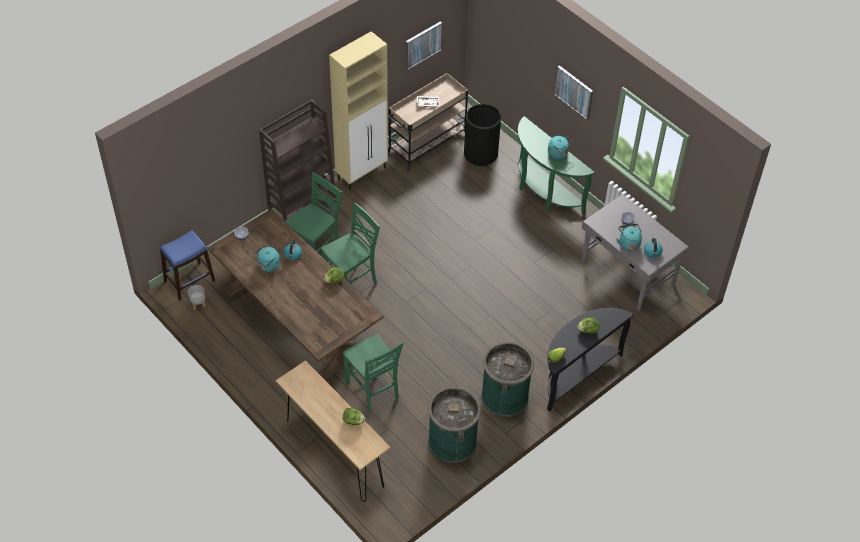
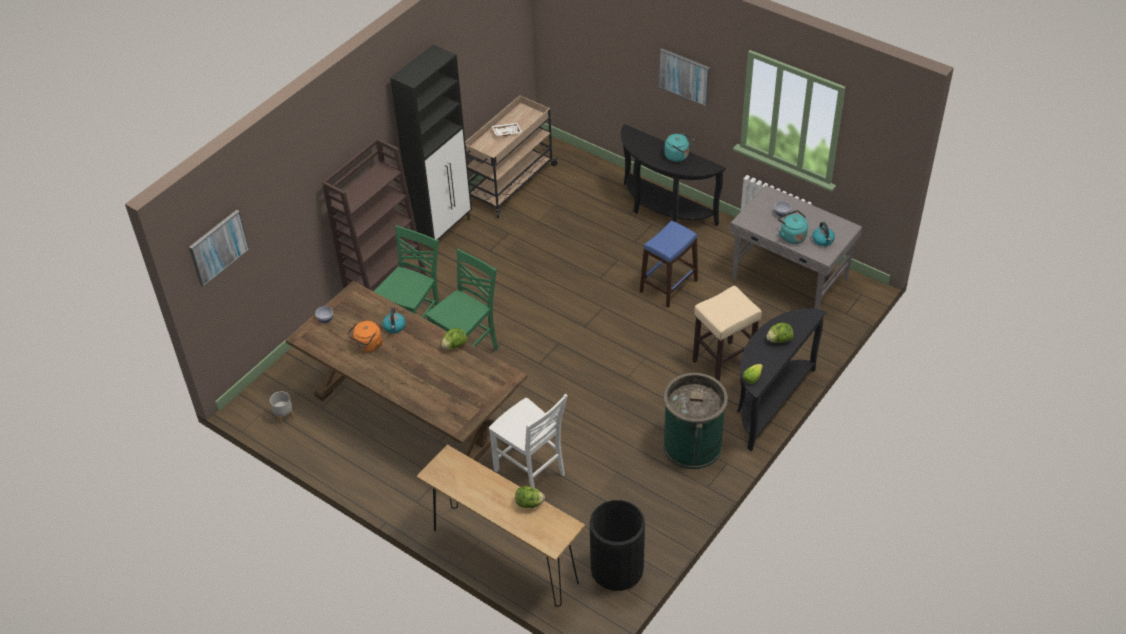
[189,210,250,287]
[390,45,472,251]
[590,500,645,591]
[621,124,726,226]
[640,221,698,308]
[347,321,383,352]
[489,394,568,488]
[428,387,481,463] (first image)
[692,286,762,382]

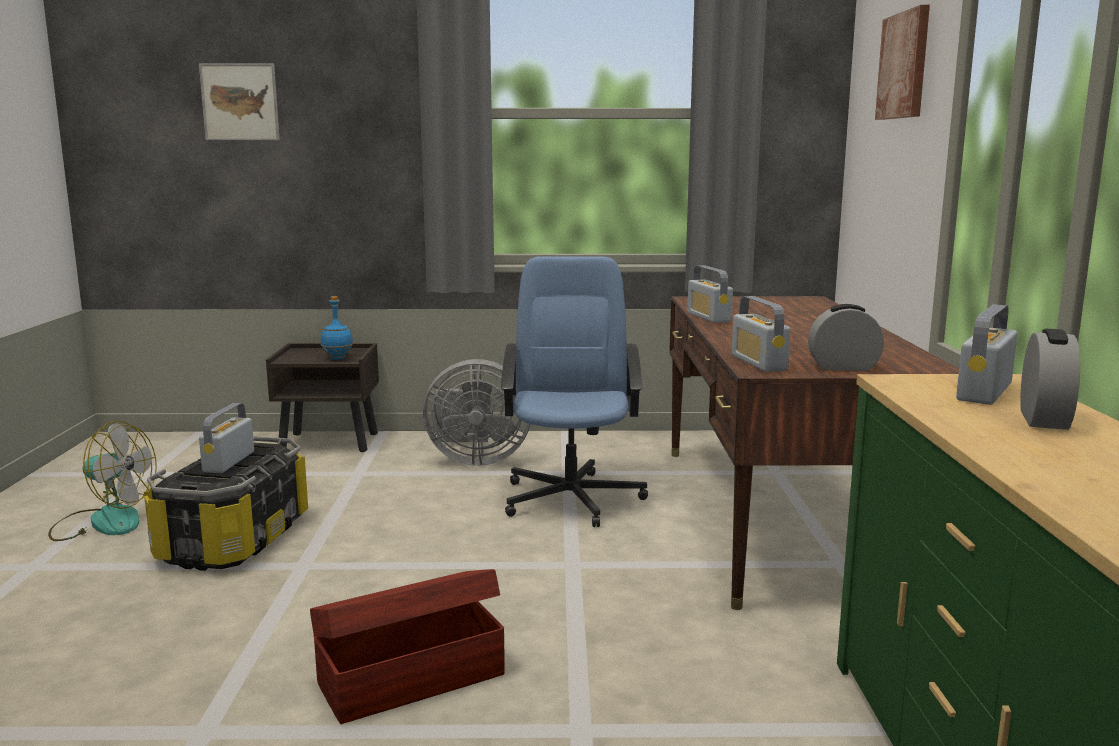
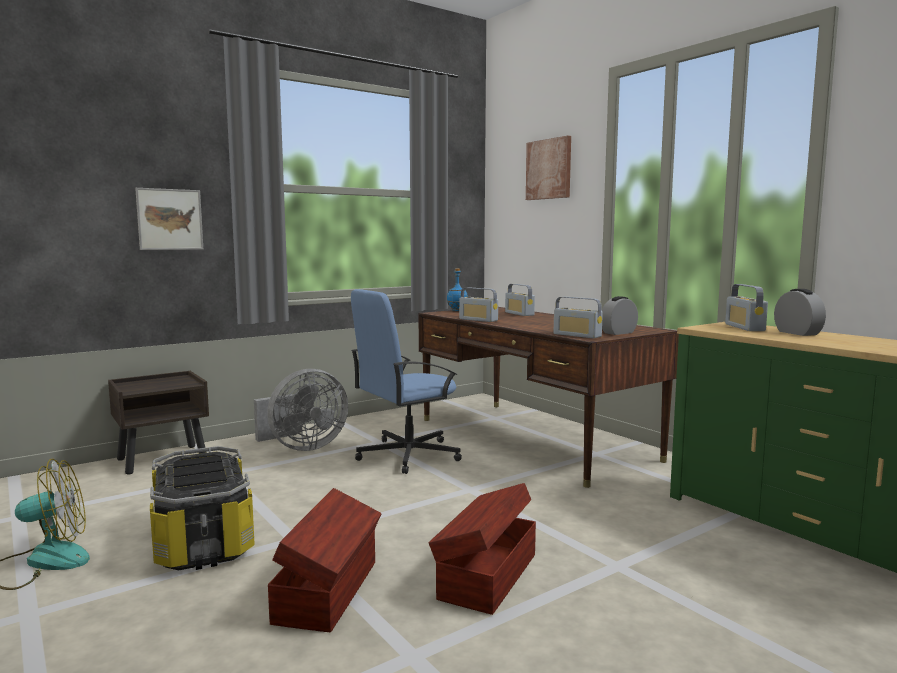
[135,188,203,250]
[351,289,462,474]
[447,268,468,311]
[505,284,535,316]
[268,488,382,632]

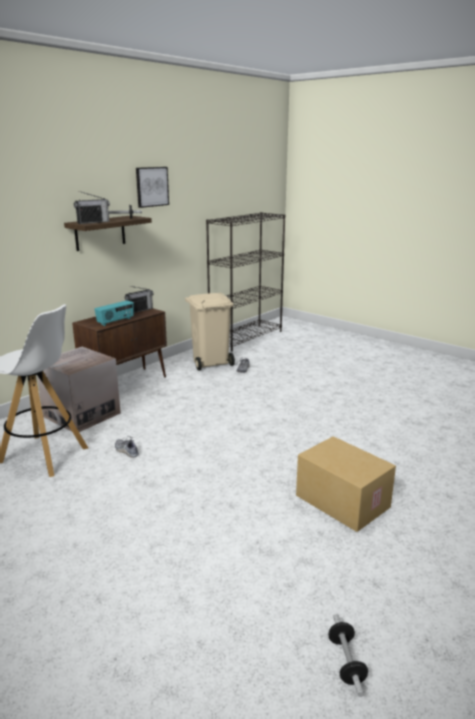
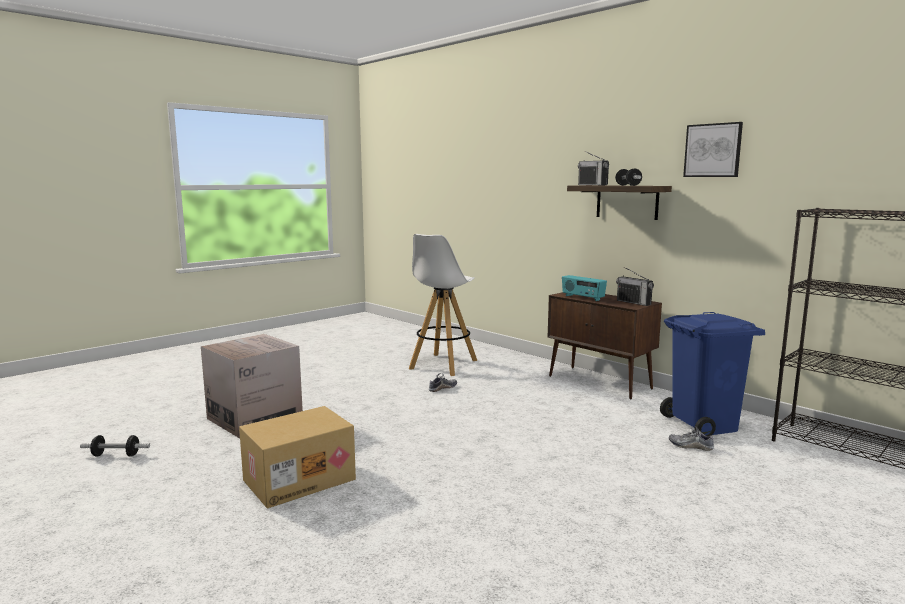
[660,312,765,436]
[201,334,303,439]

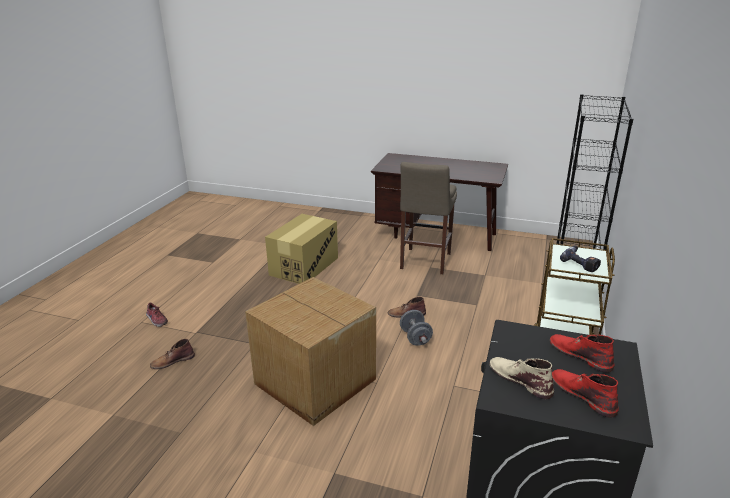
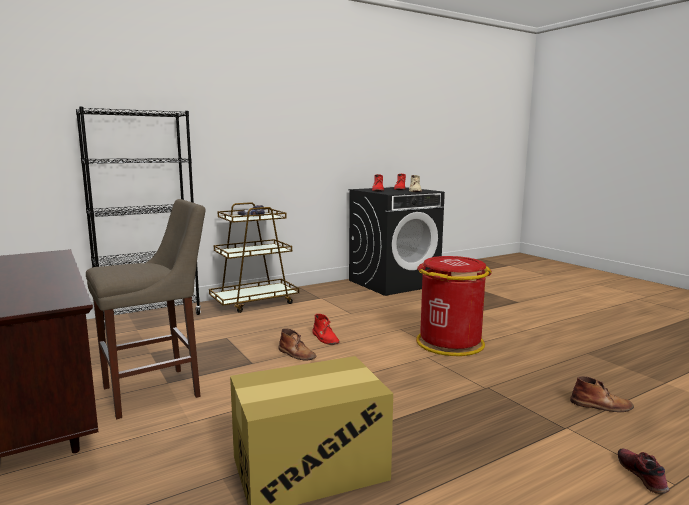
[416,256,492,356]
[312,314,340,345]

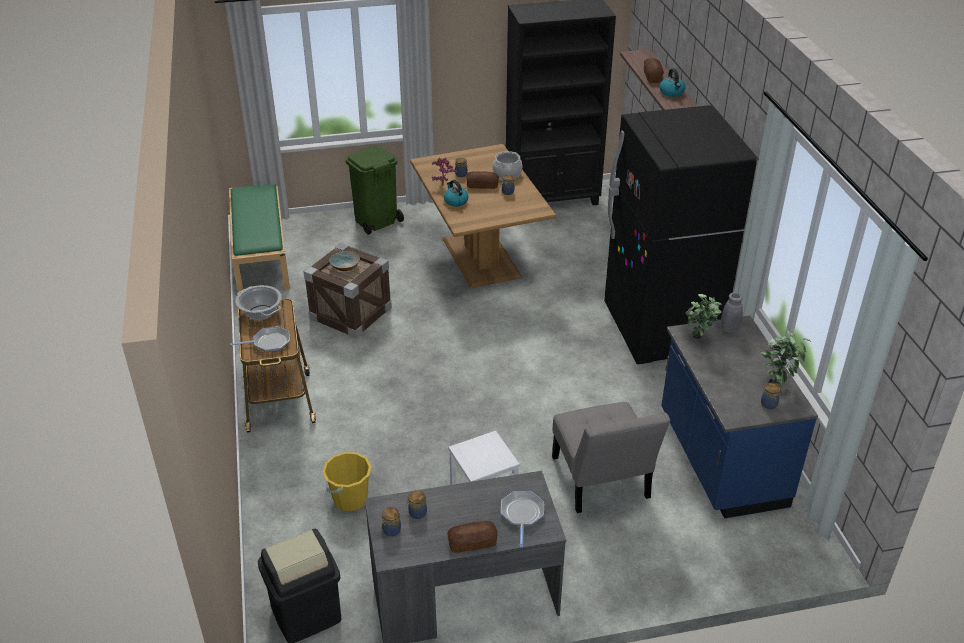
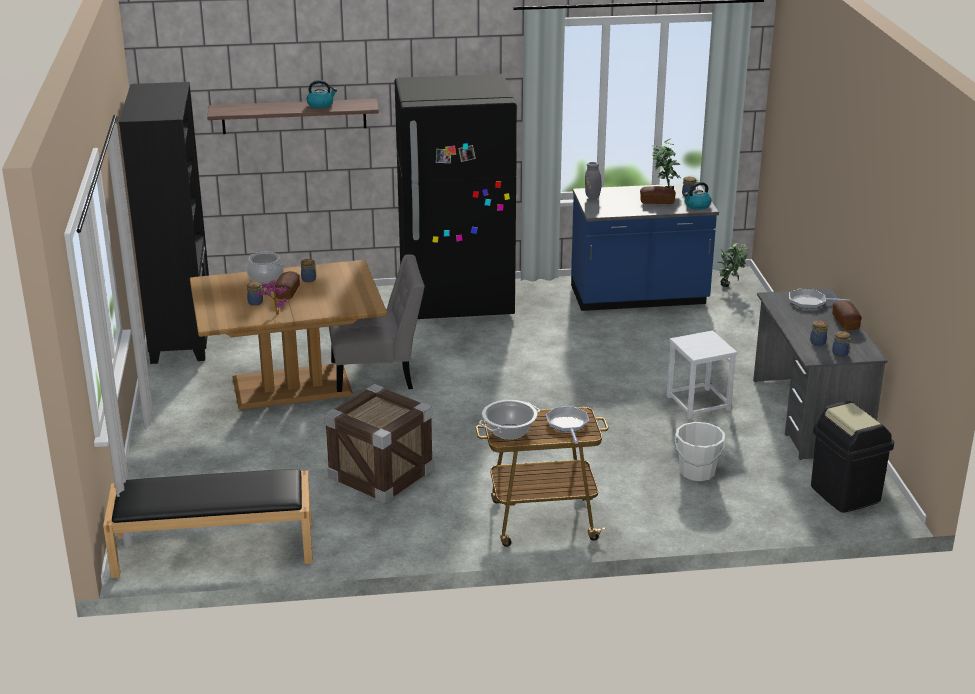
[640,186,676,204]
[346,146,404,235] (first image)
[684,182,711,210]
[103,469,313,578]
[329,251,360,271] (first image)
[717,243,750,287]
[329,254,425,392]
[674,422,726,481]

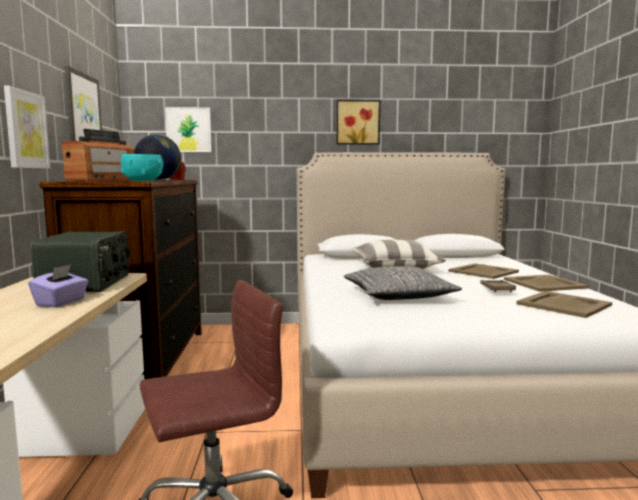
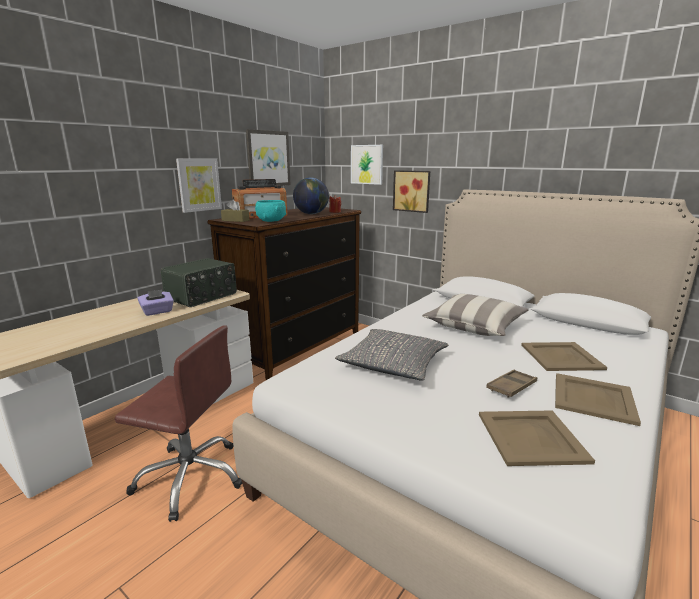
[393,170,430,213]
[221,200,249,222]

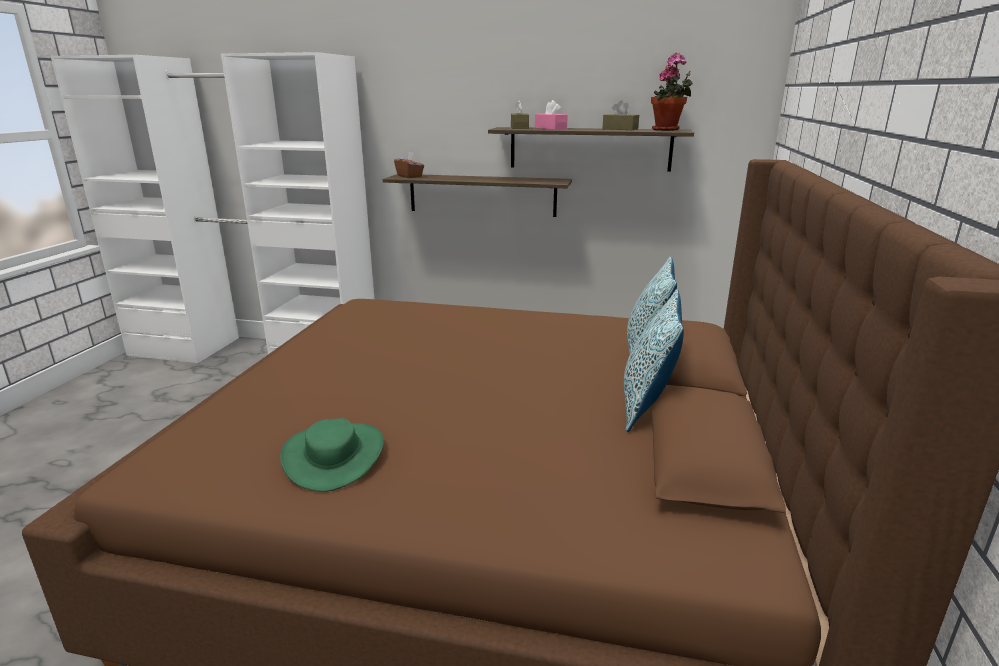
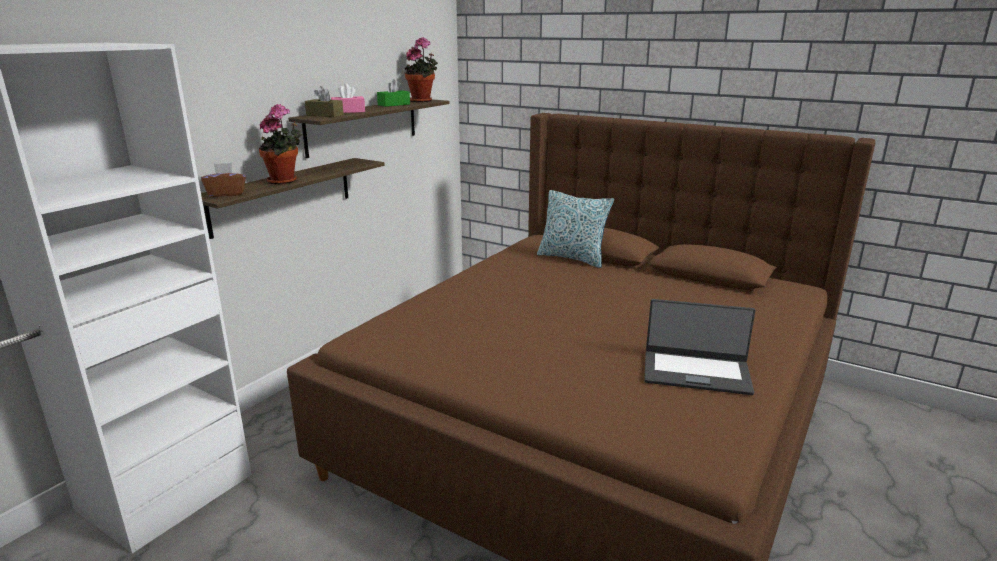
[377,79,410,107]
[624,289,684,432] (first image)
[644,299,755,395]
[259,104,302,184]

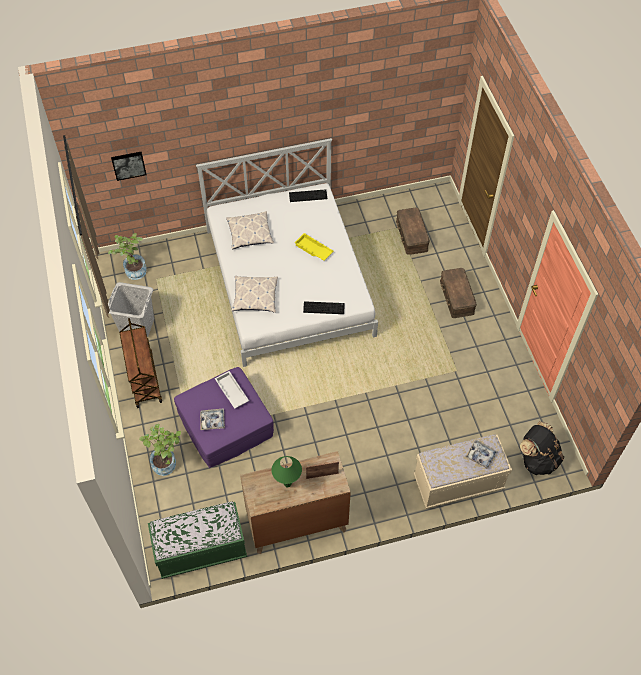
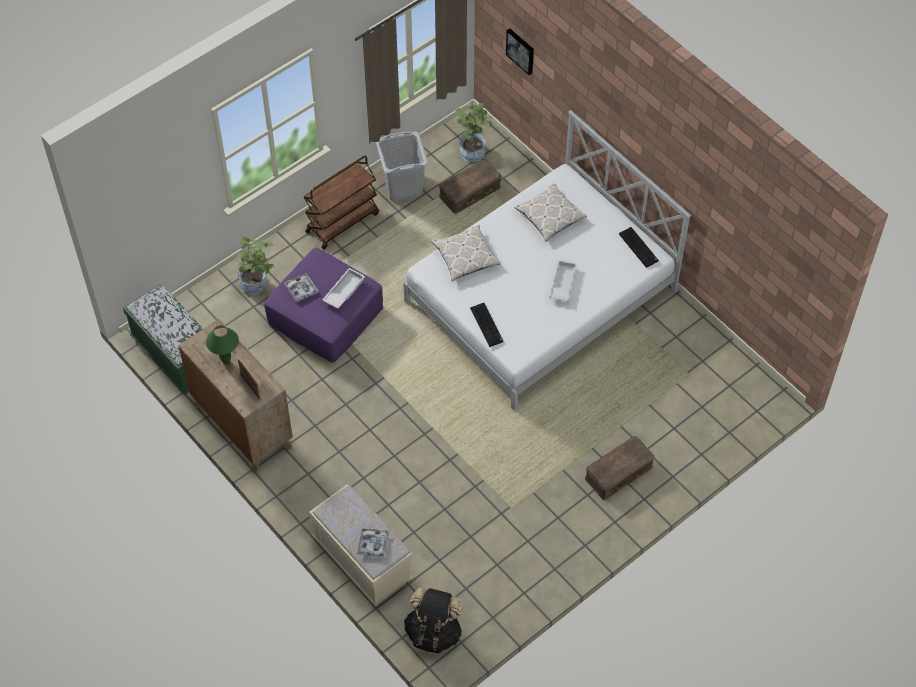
[439,159,501,214]
[549,260,577,301]

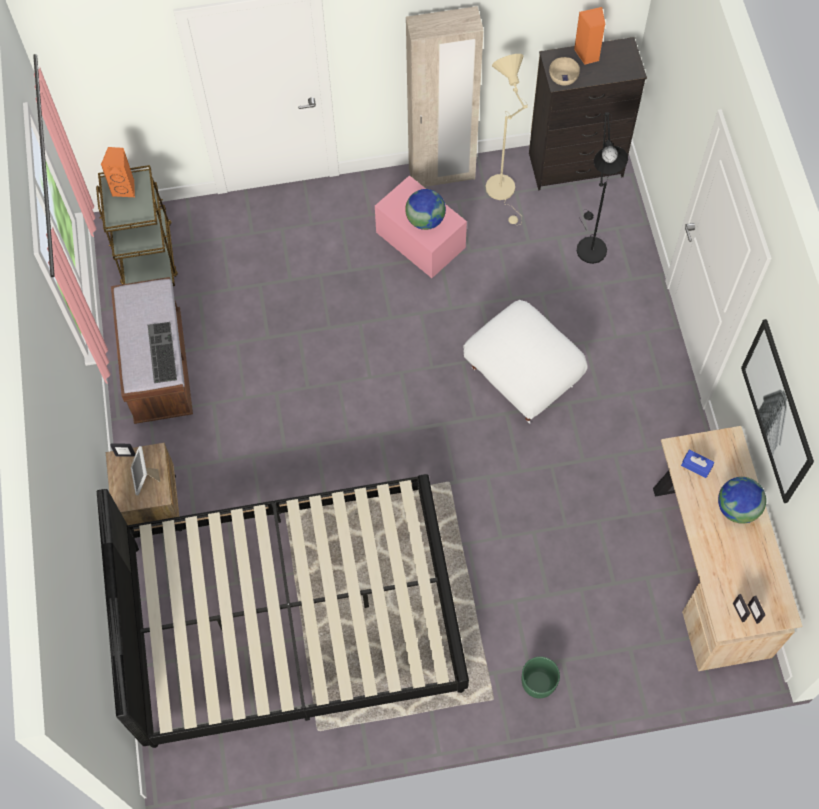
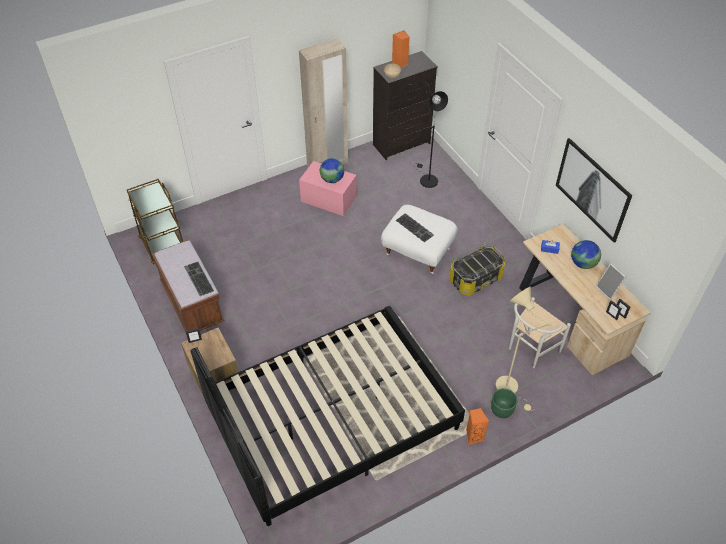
[495,287,552,411]
[466,408,489,445]
[596,263,626,300]
[396,213,434,242]
[449,244,505,295]
[509,297,571,368]

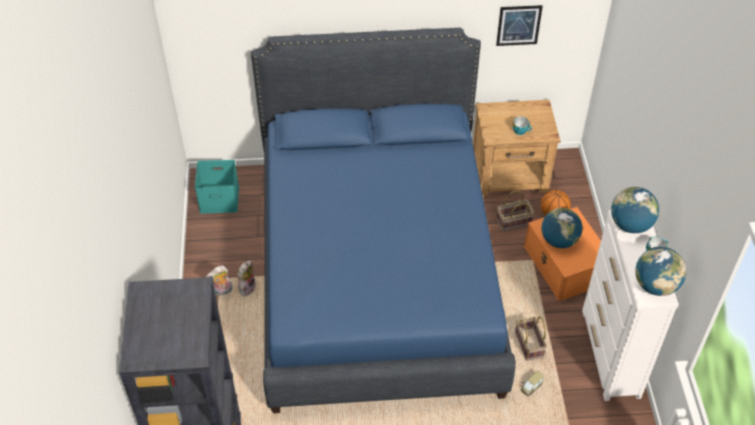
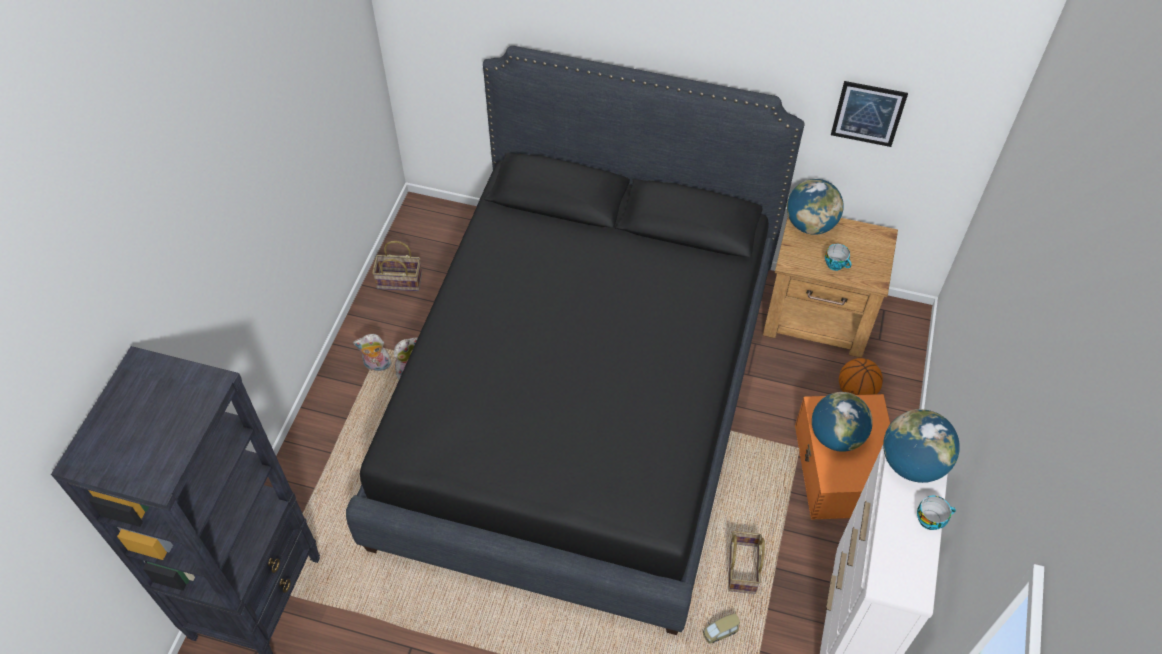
[346,46,805,635]
[195,160,239,213] (first image)
[372,241,422,291]
[787,179,844,235]

